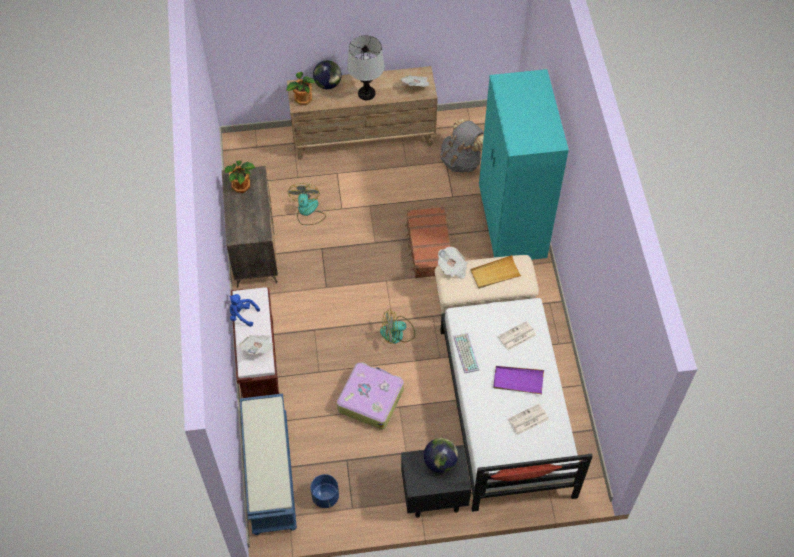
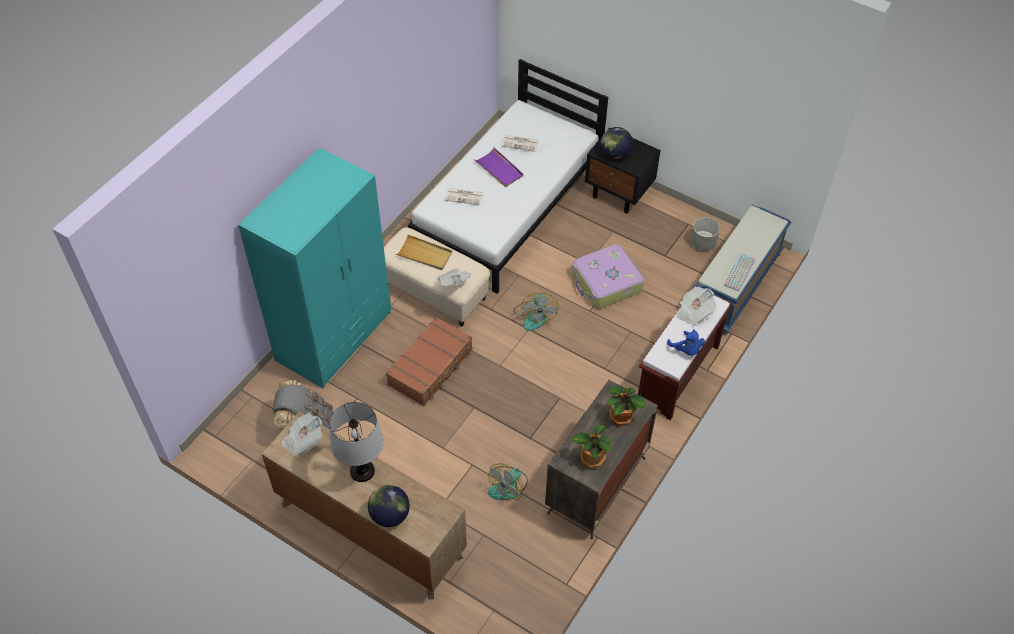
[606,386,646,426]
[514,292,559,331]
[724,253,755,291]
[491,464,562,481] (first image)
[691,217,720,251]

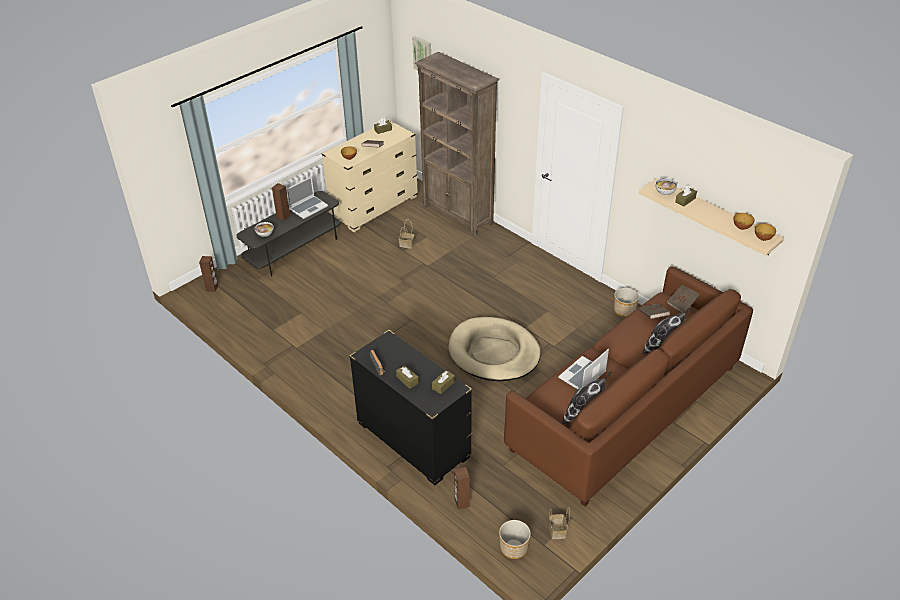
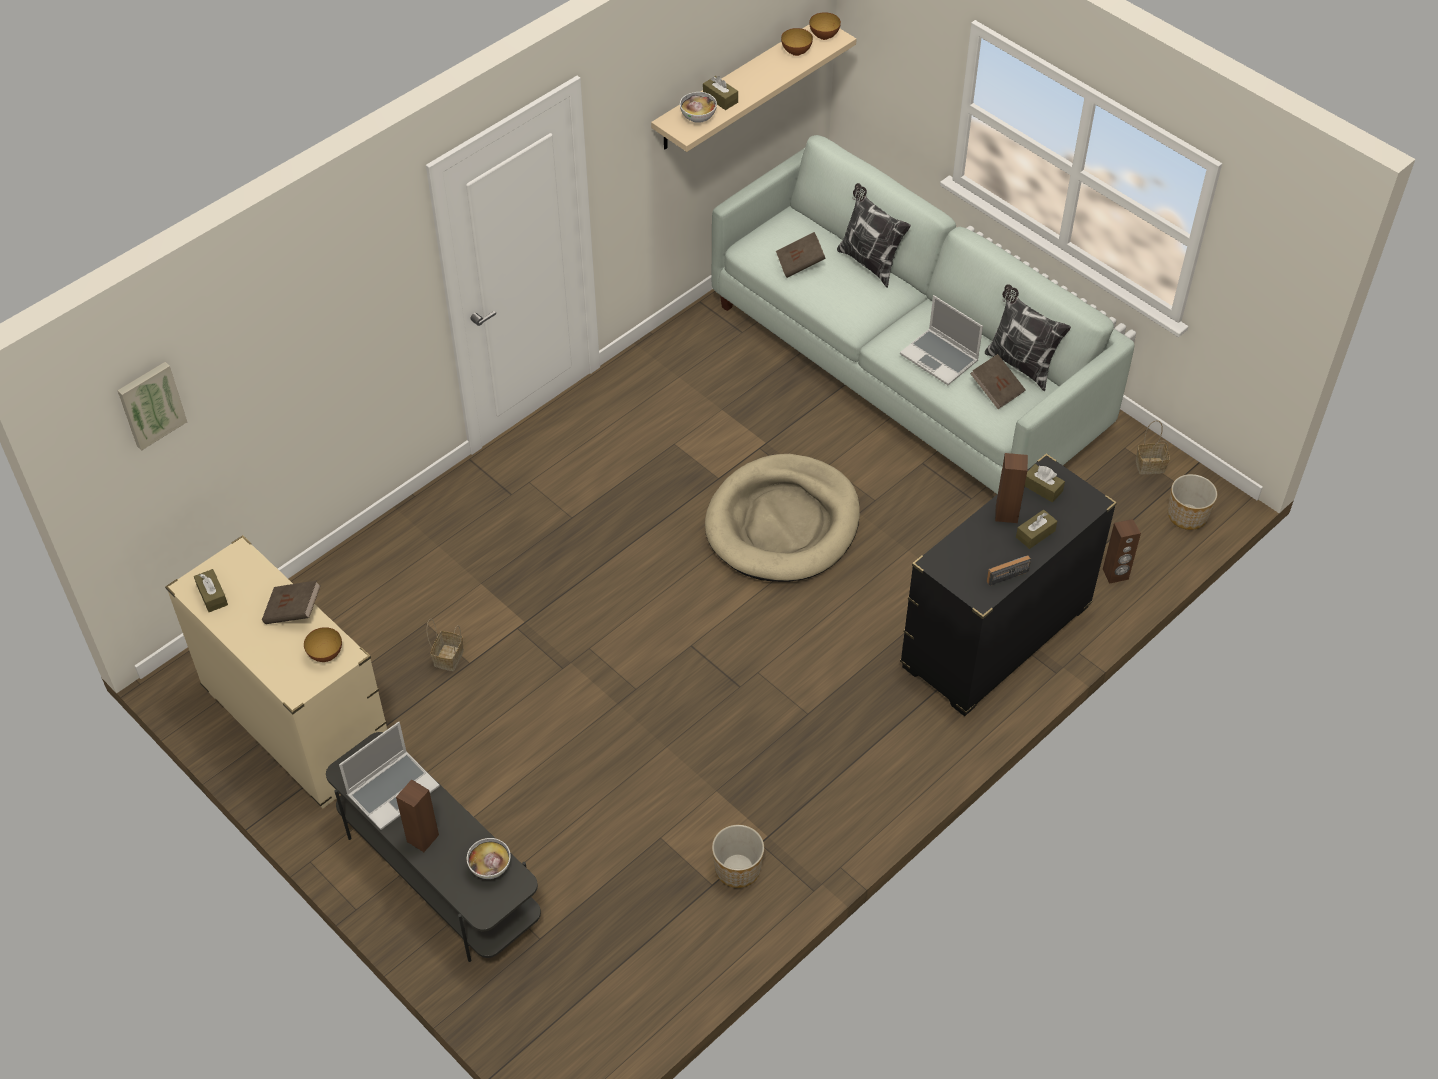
[415,52,499,236] (first image)
[339,722,440,830]
[995,453,1028,523]
[711,135,1135,494]
[970,354,1026,409]
[712,825,764,888]

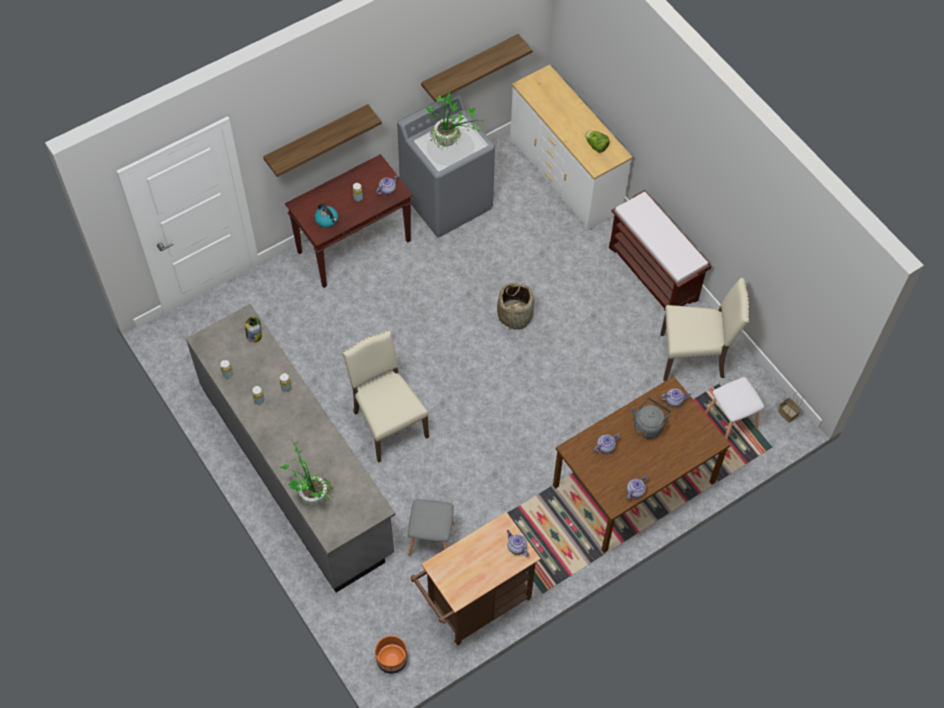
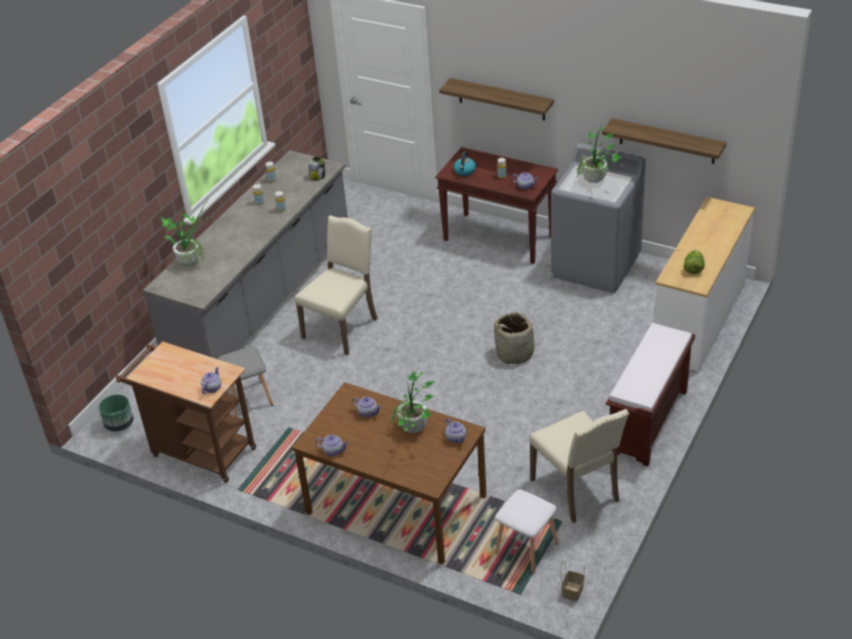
[391,369,435,433]
[99,394,134,432]

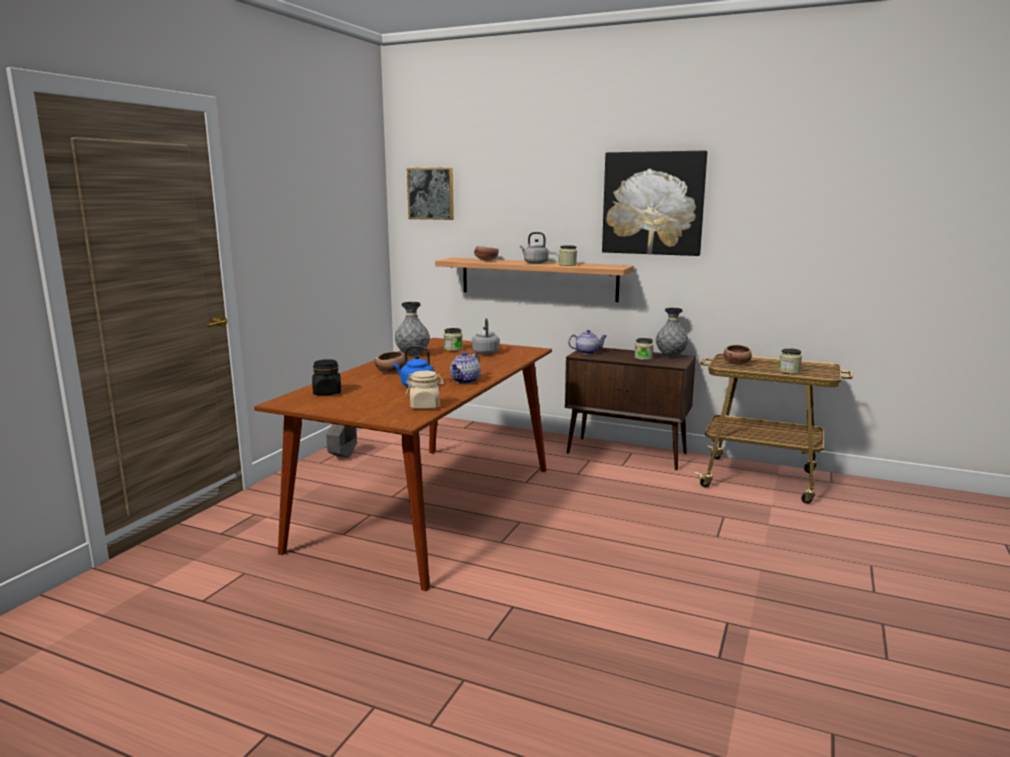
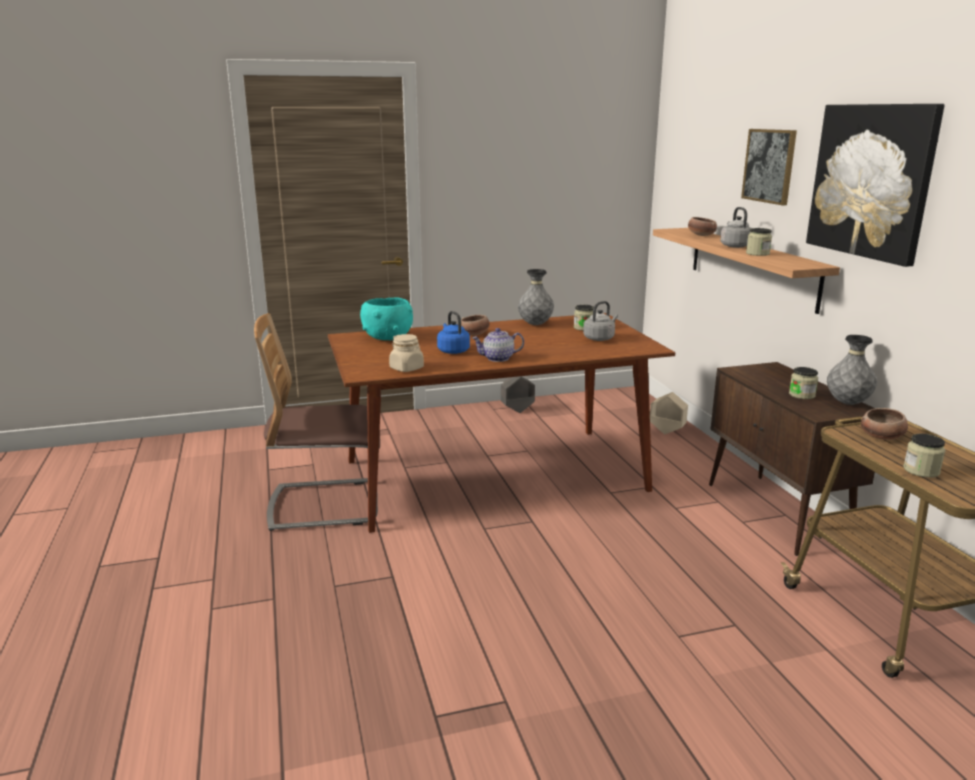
[741,129,797,205]
[568,330,607,354] (first image)
[360,298,413,340]
[254,313,380,531]
[650,392,688,434]

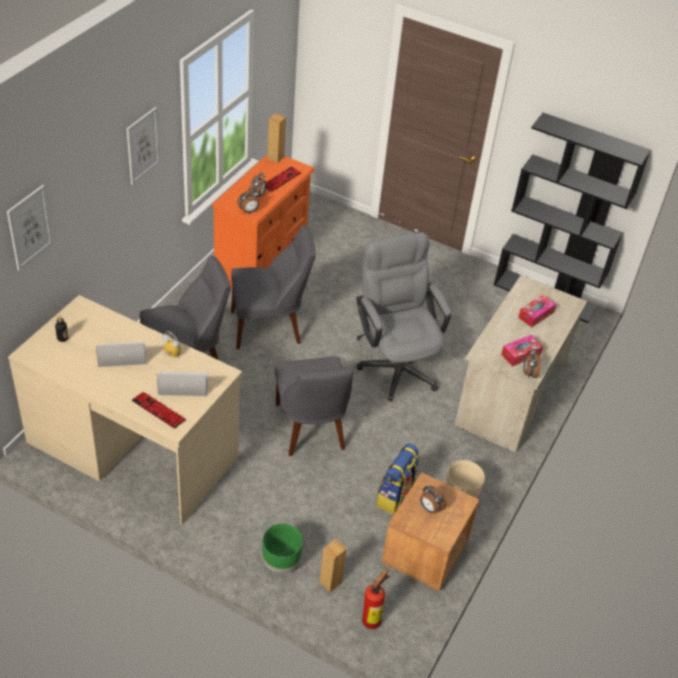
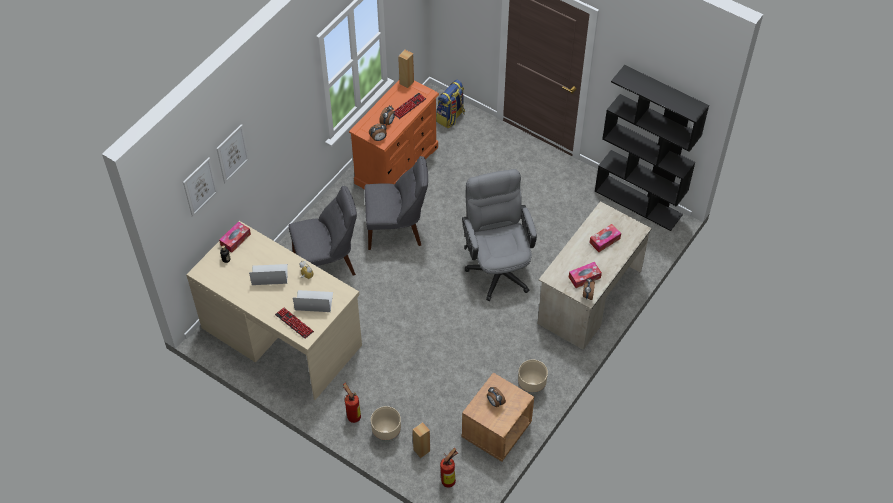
[216,124,249,183]
[275,356,353,456] (first image)
[436,80,465,128]
[371,406,401,442]
[219,221,251,253]
[343,383,361,423]

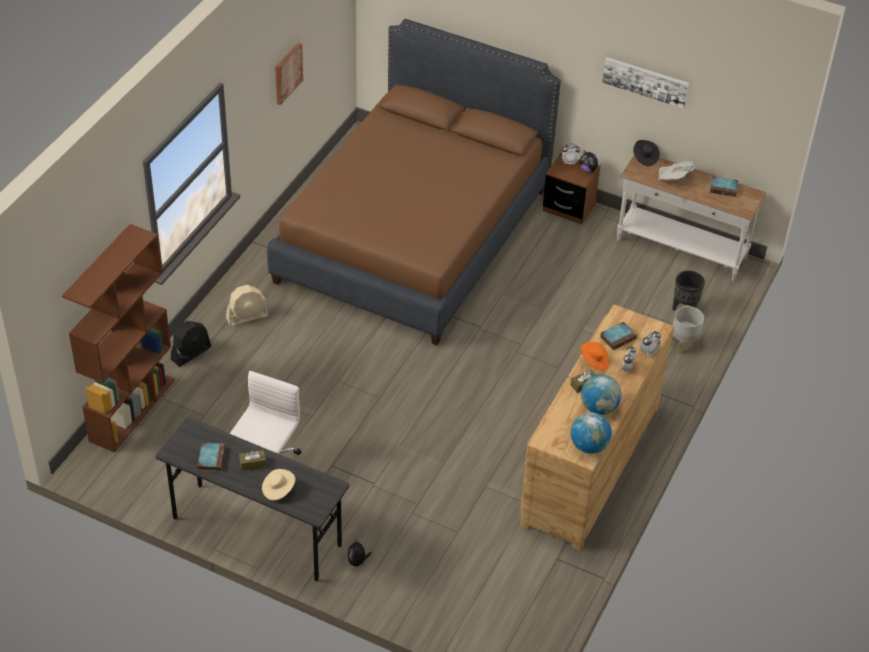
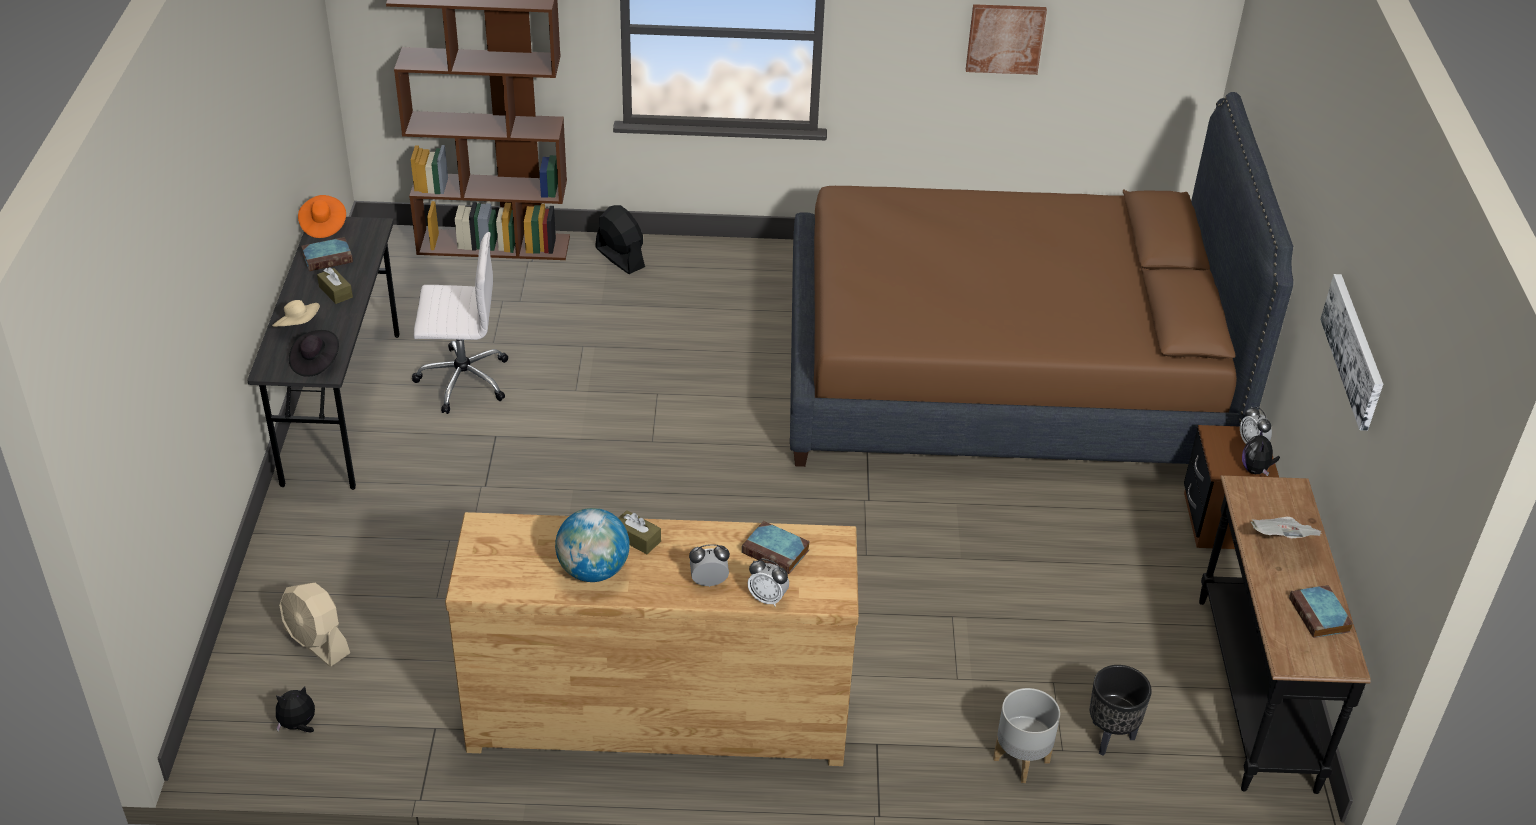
[289,330,339,377]
[1199,475,1371,794]
[279,583,350,667]
[595,205,645,274]
[298,195,346,238]
[570,412,612,454] (first image)
[276,686,315,733]

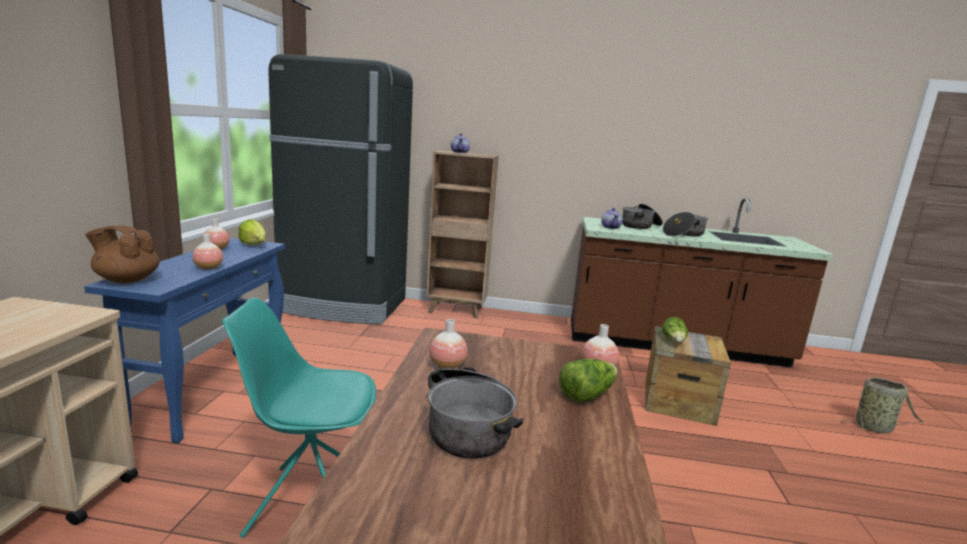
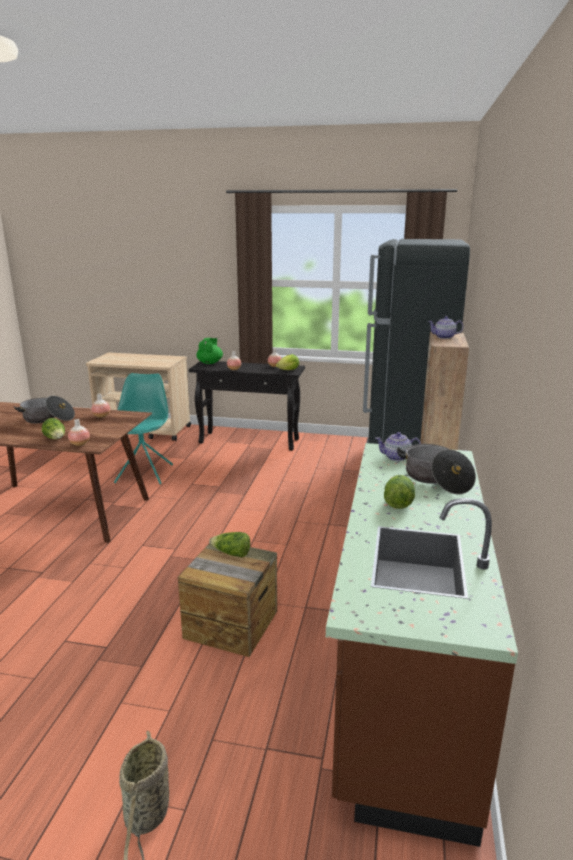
[384,475,415,509]
[196,338,223,364]
[189,361,305,451]

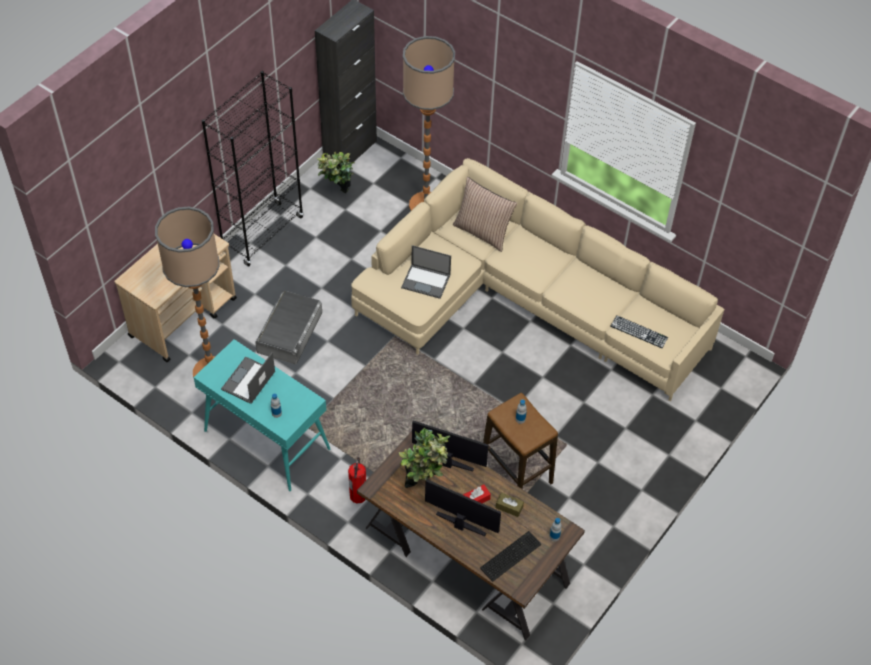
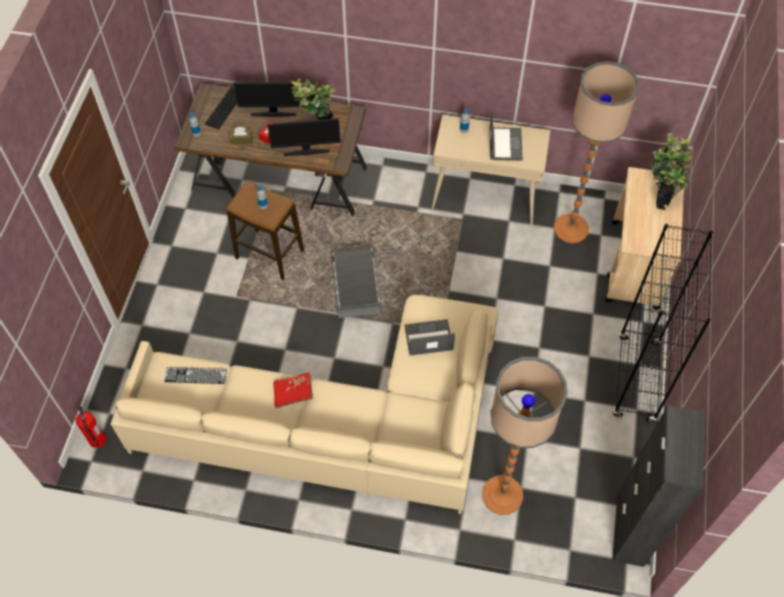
[651,133,692,210]
[453,177,517,252] (first image)
[331,247,382,318]
[431,114,550,226]
[76,404,106,448]
[273,372,313,408]

